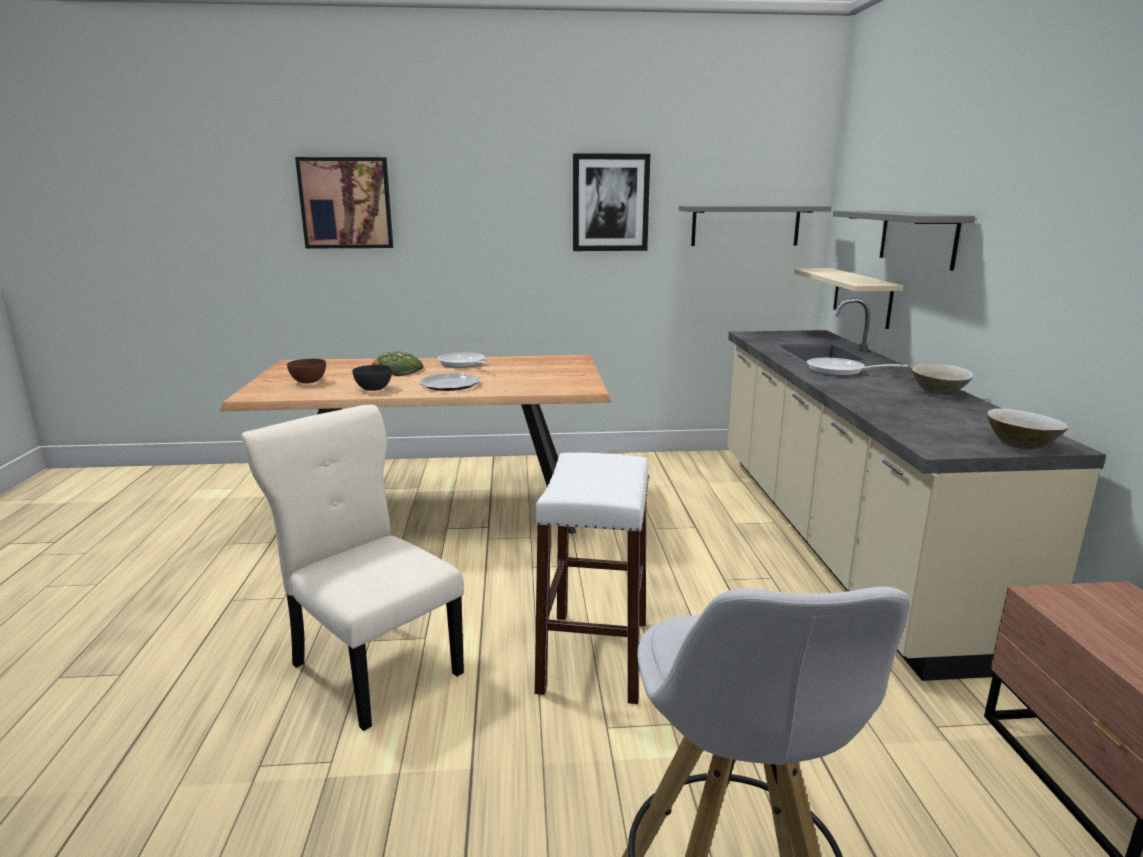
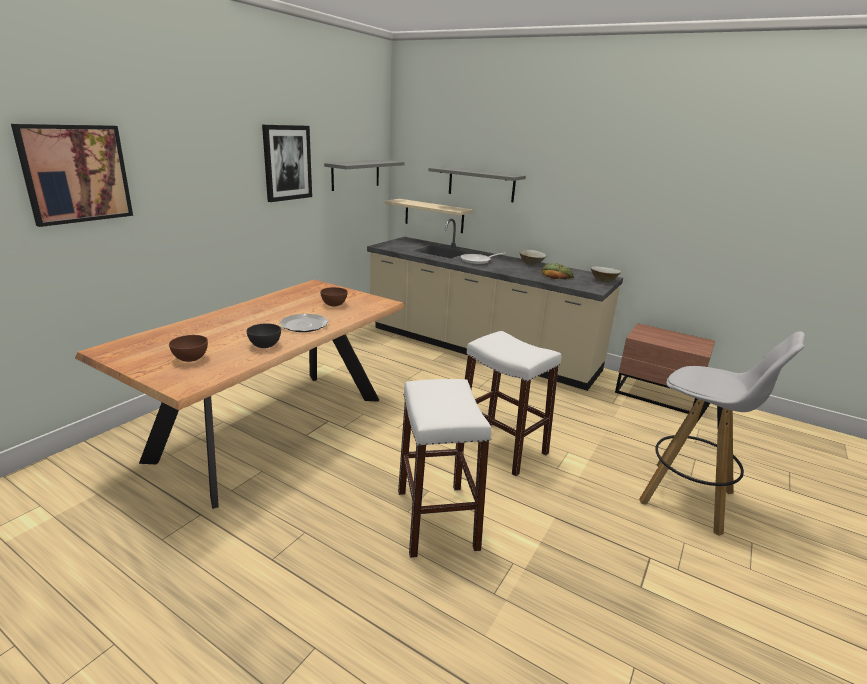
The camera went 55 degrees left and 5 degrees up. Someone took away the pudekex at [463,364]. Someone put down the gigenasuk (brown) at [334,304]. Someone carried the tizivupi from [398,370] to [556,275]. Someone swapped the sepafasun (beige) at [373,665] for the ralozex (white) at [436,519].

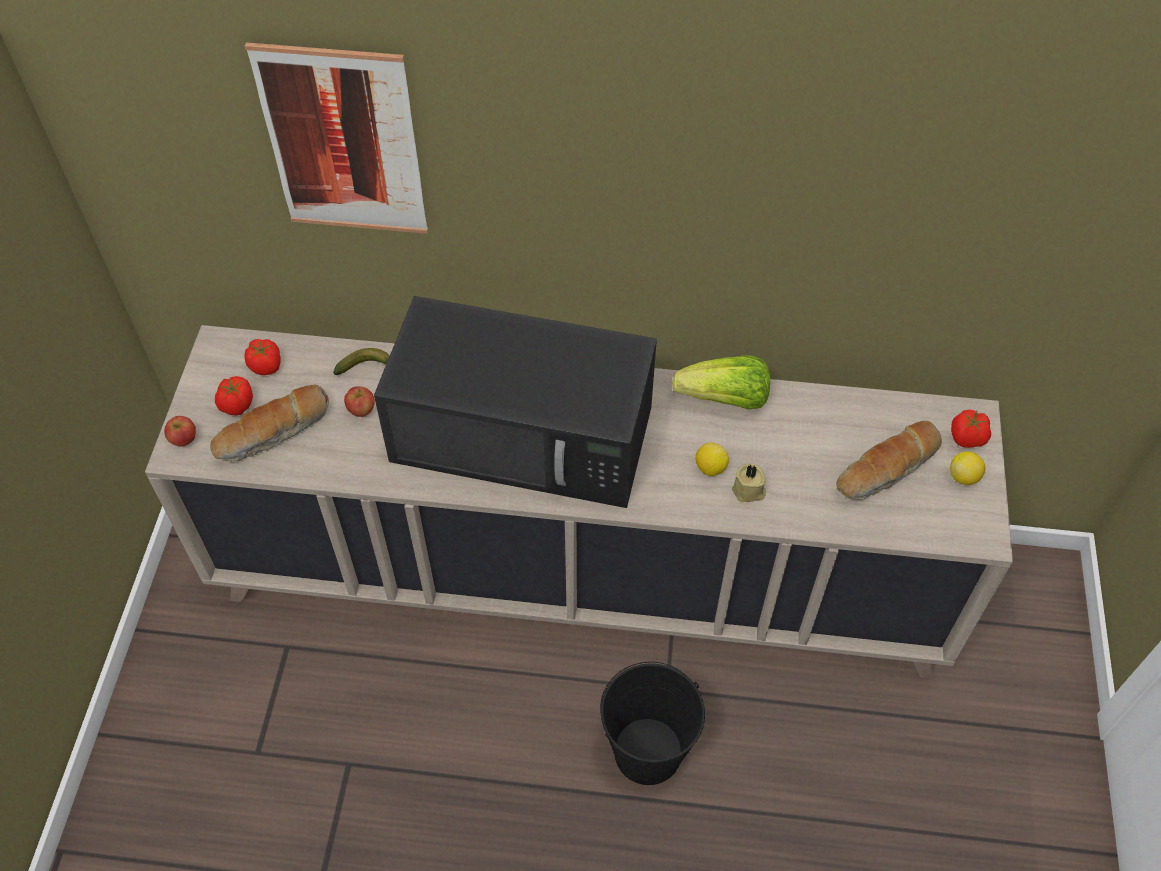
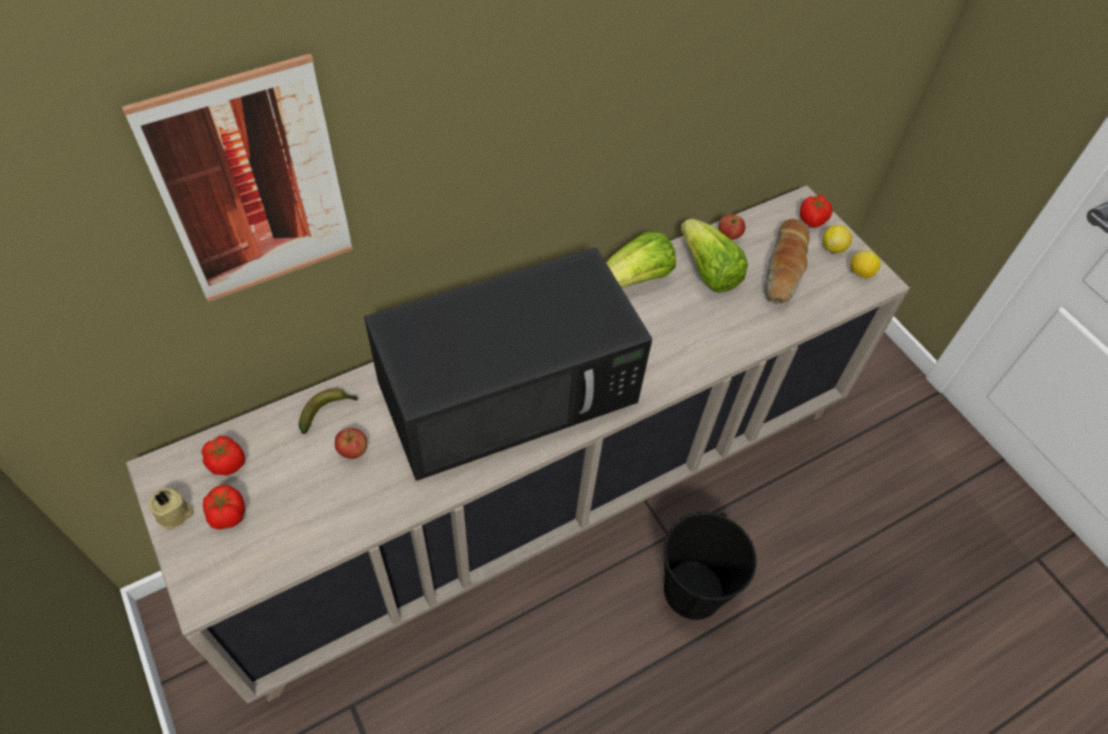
The camera went 40 degrees left and 0 degrees up. Someone took away the tizivupi at [274,433]. Someone put down the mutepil at [708,271]. Someone carried the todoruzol from [184,439] to [729,235]. Someone carried the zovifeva from [710,468] to [860,273]. Someone carried the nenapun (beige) from [749,491] to [175,514].

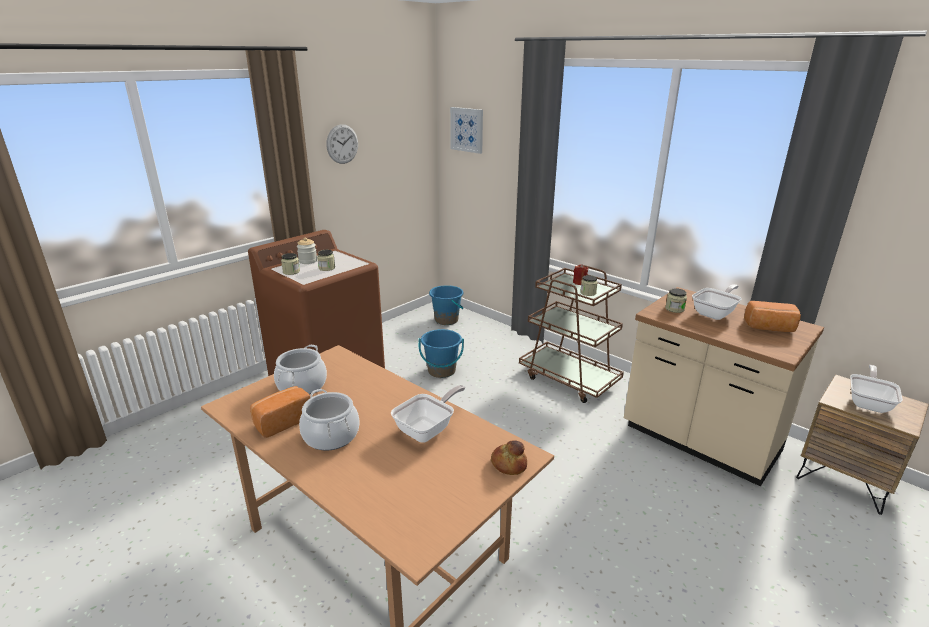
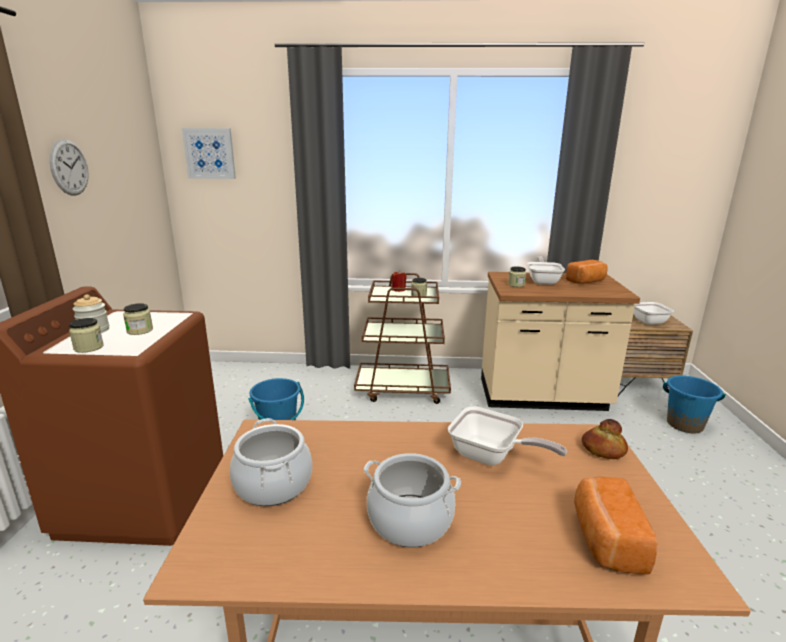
The camera went 40 degrees left and 5 degrees down. Someone carried the tizivupi from [282,421] to [605,540]. Someone carried the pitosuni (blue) from [446,320] to [684,424]. Someone rotated the pudekex at [428,429] by 120 degrees clockwise.

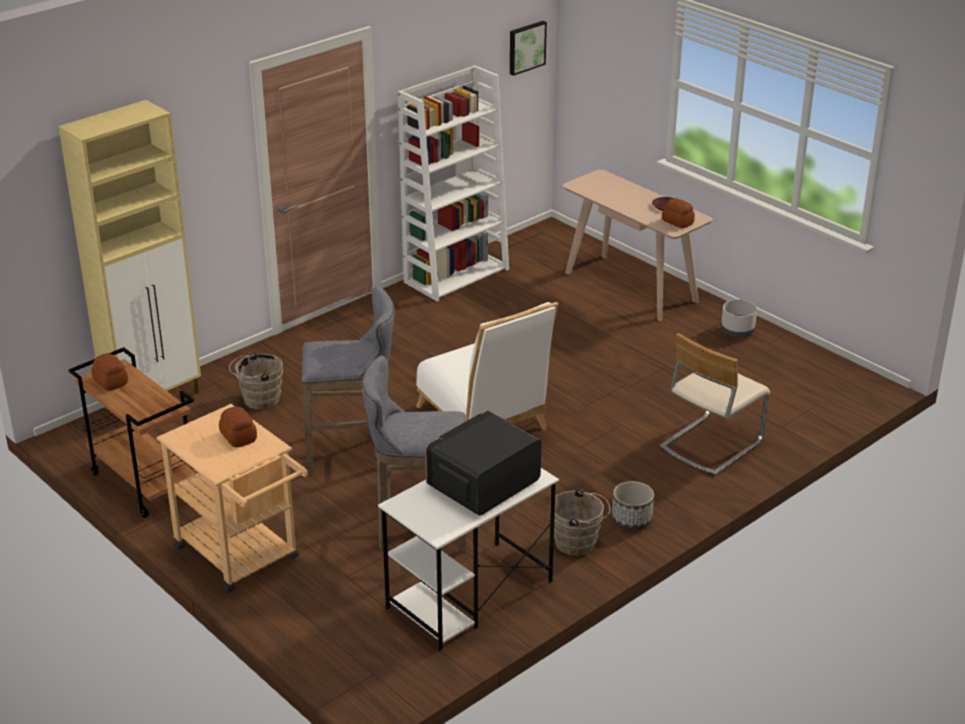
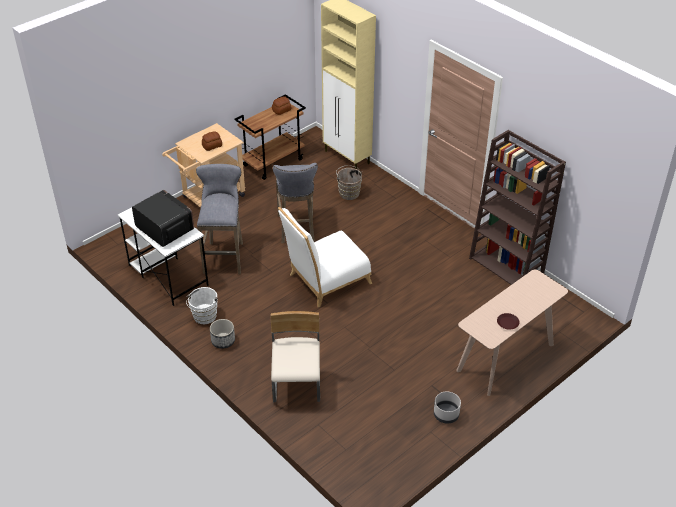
The camera went 90 degrees right and 10 degrees up. Someone took away the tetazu at [526,47]. Someone took away the tizivupi at [677,222]. Someone repainted the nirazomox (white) at [456,275], which became the nirazomox (brown) at [507,267]. Someone repainted the pitosuni (brown) at [578,543], which became the pitosuni (white) at [204,317]. Someone rotated the sepafasun (beige) at [710,445] by 45 degrees clockwise.

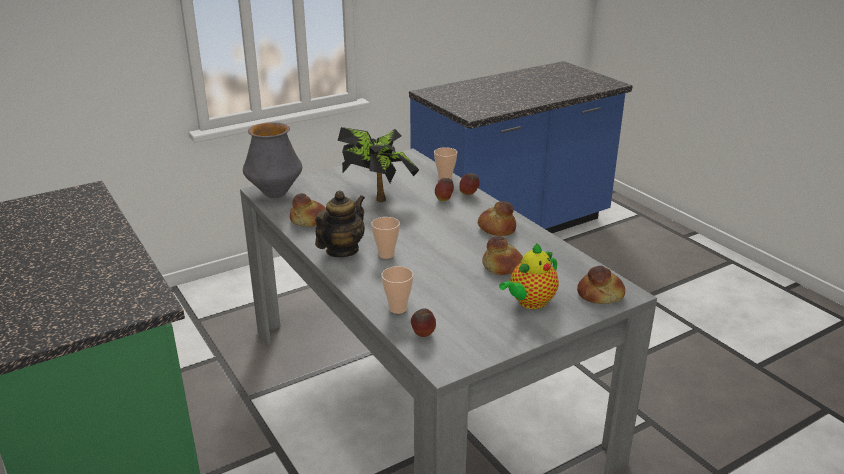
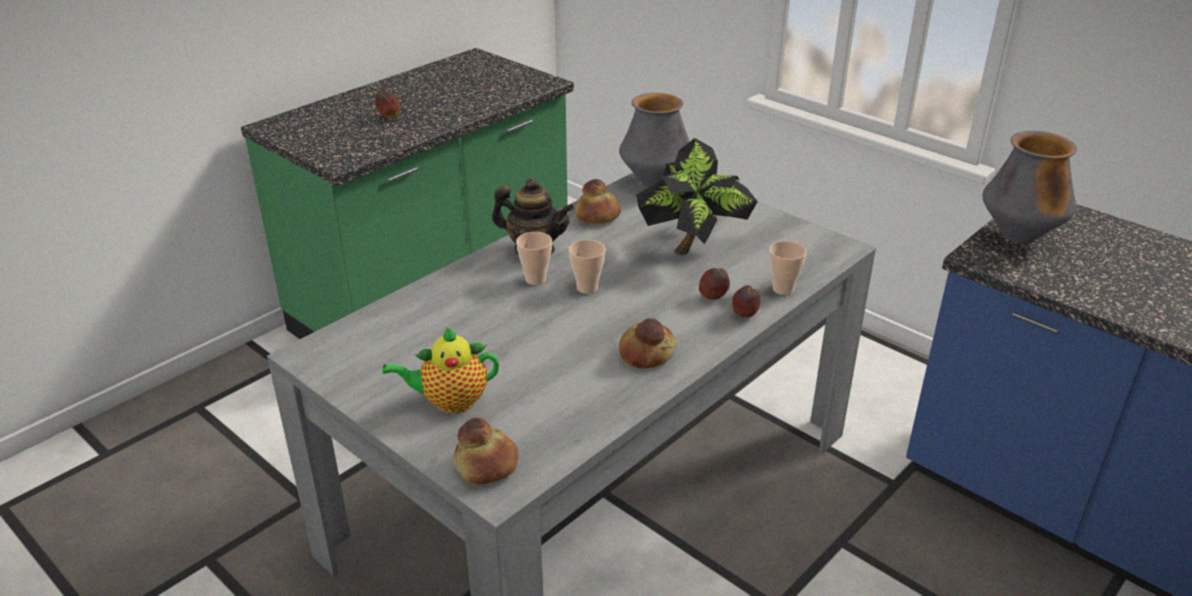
The camera went 75 degrees right and 5 degrees up. Someone took away the tizivupi at [502,267]. Someone put down the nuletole at [1018,237]. Someone carried the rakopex from [398,308] to [587,288]. Someone carried the todoruzol from [423,335] to [389,117]. Someone rotated the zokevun at [530,302] by 45 degrees counterclockwise.

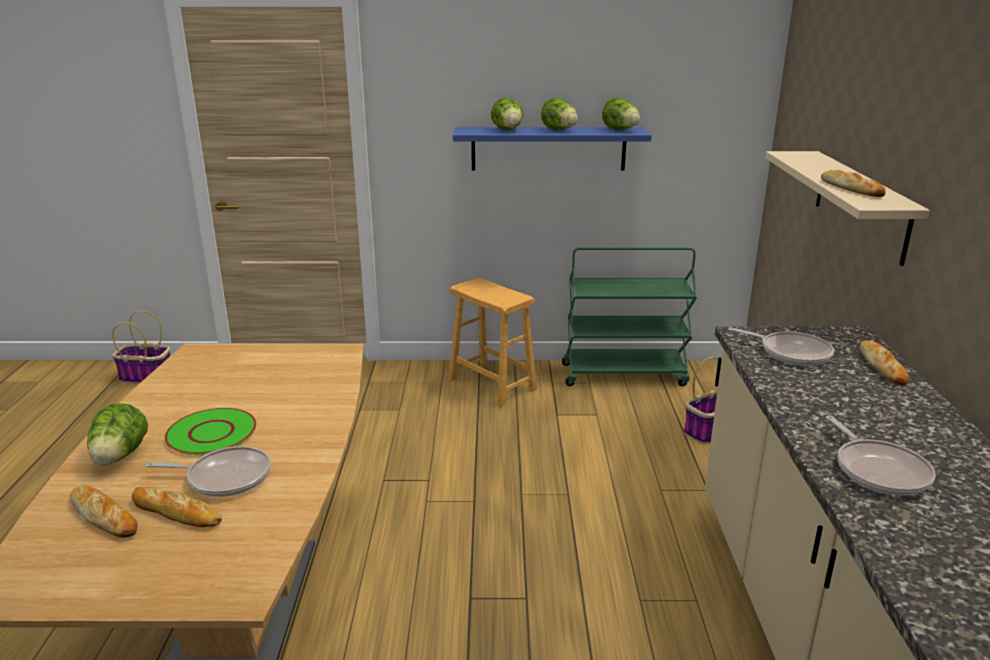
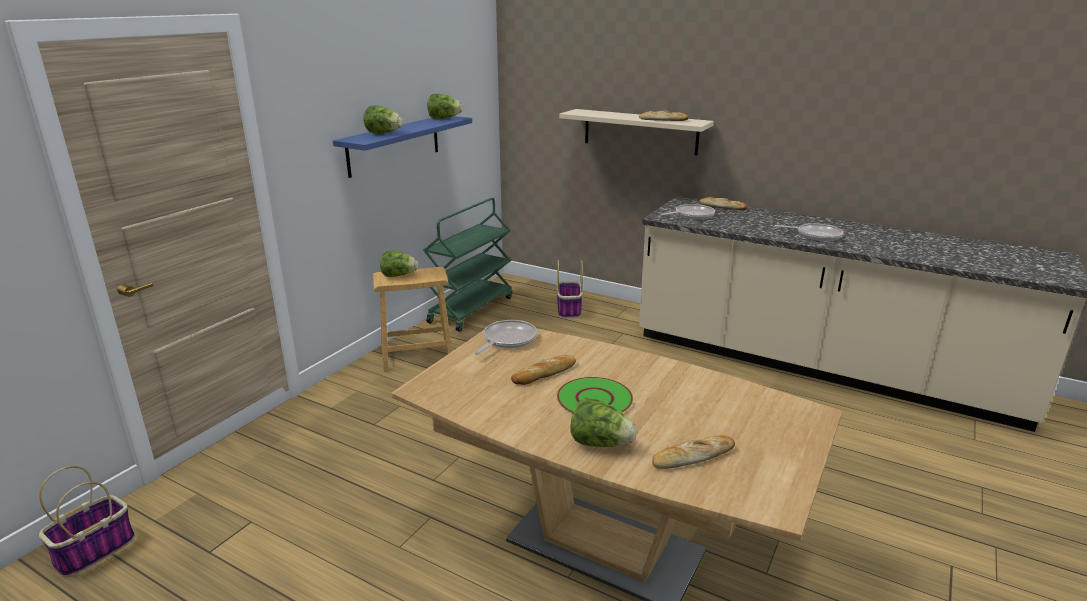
The camera went 60 degrees left and 0 degrees up. Someone carried the tizivupi from [176,512] to [545,373]. Someone carried the pudekex from [224,477] to [507,340]. Someone carried the mutepil from [560,130] to [398,275].

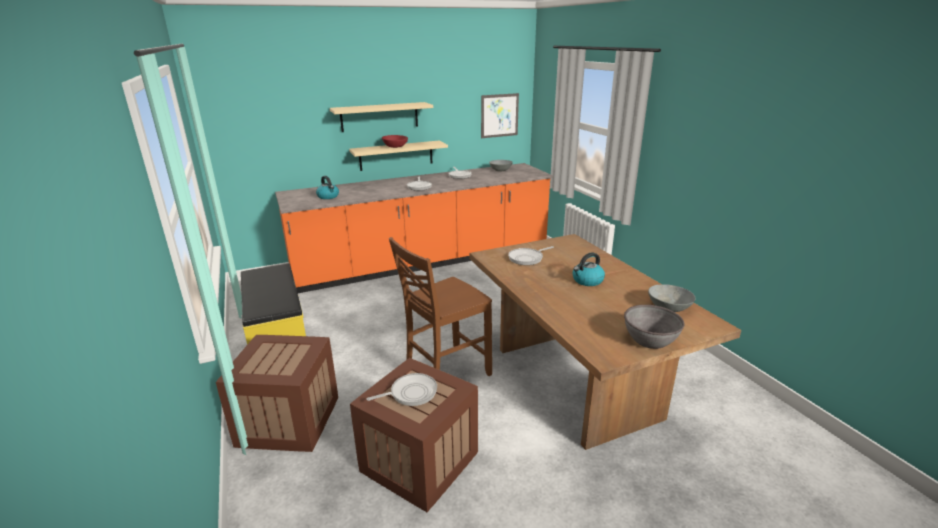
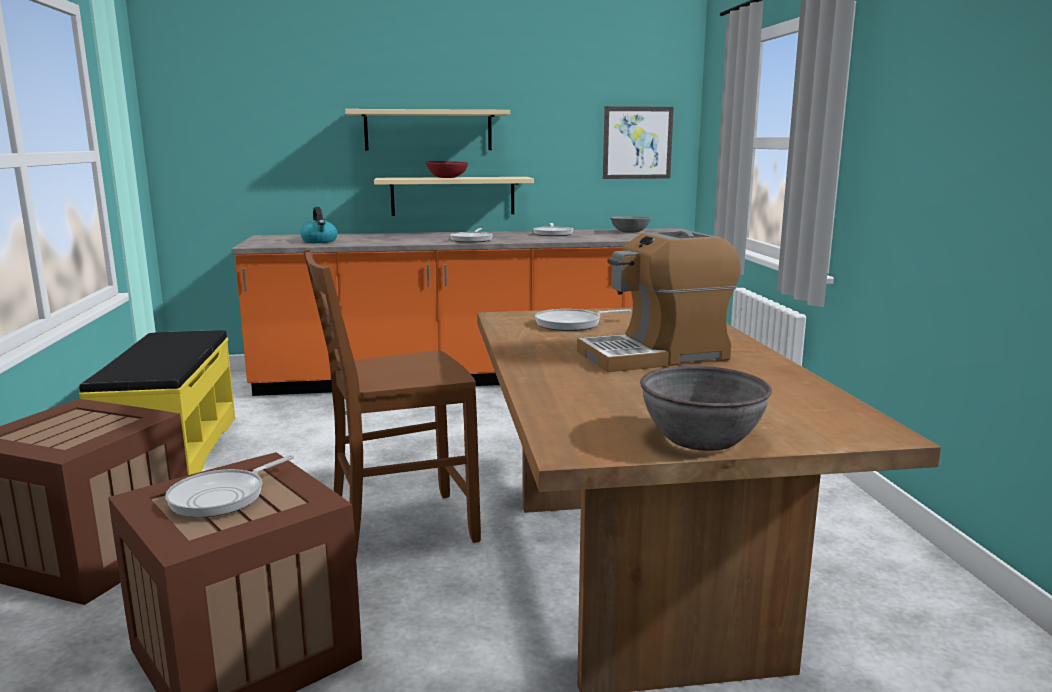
The camera went 15 degrees right and 10 degrees down. Someone took away the gigenasuk (grey) at [669,308]. Someone swapped the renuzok at [587,281] for the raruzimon at [655,355]. Someone rotated the pudekex at [411,393] by 135 degrees clockwise.

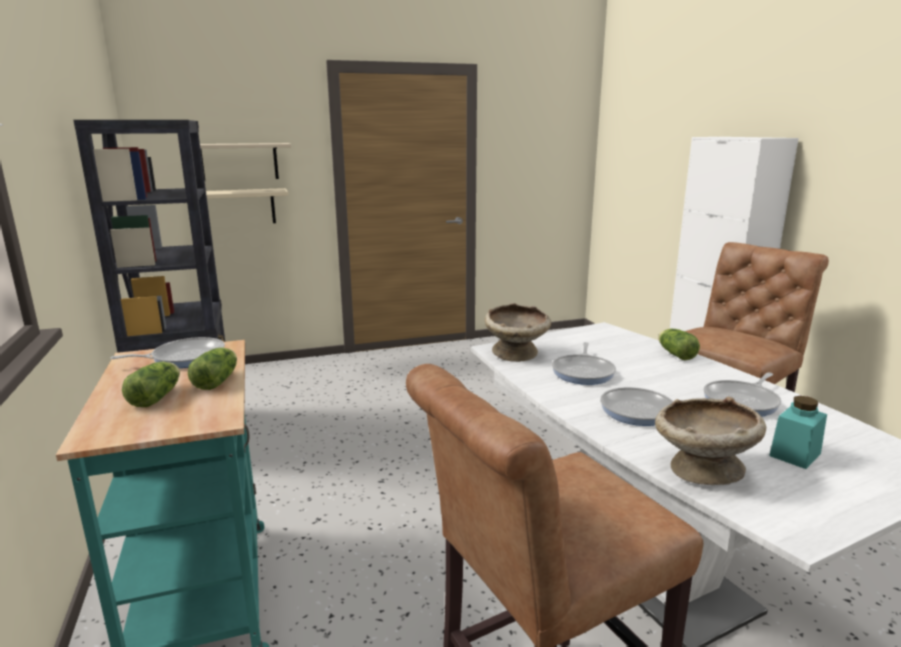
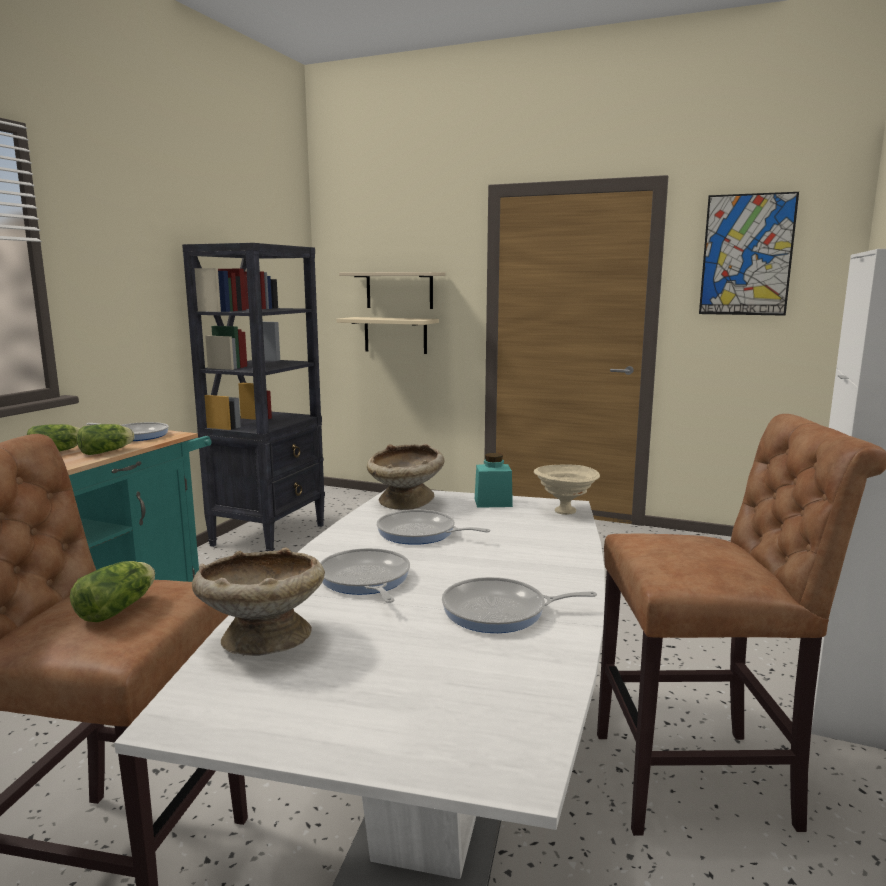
The camera went 40 degrees right and 5 degrees down. Someone put down the gigenasuk (beige) at [563,511]. Someone put up the tetazu at [746,255]. Someone carried the mutepil from [675,354] to [120,608]. Someone carried the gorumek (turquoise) from [795,454] to [493,502]. Someone rotated the pudekex at [583,372] by 60 degrees clockwise.

